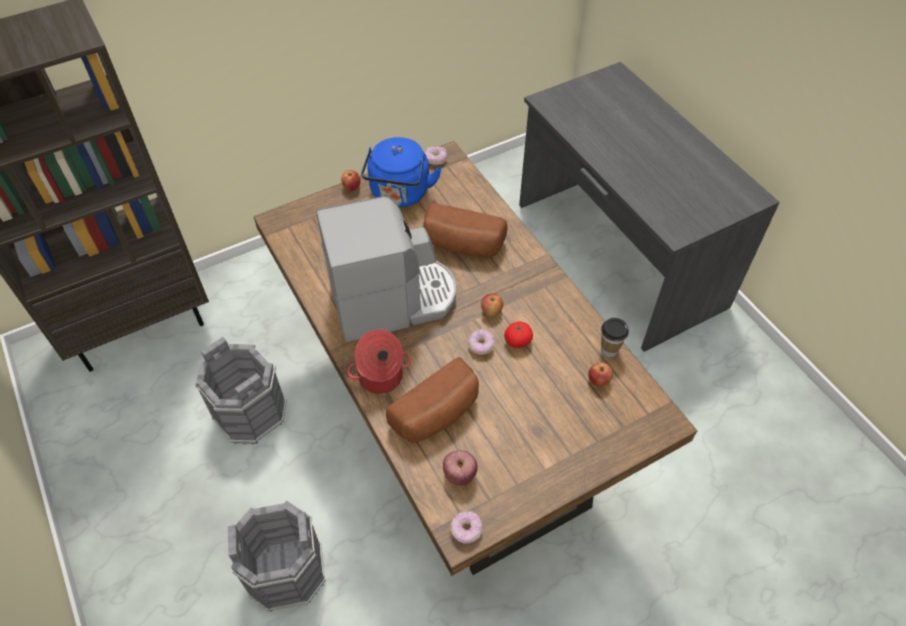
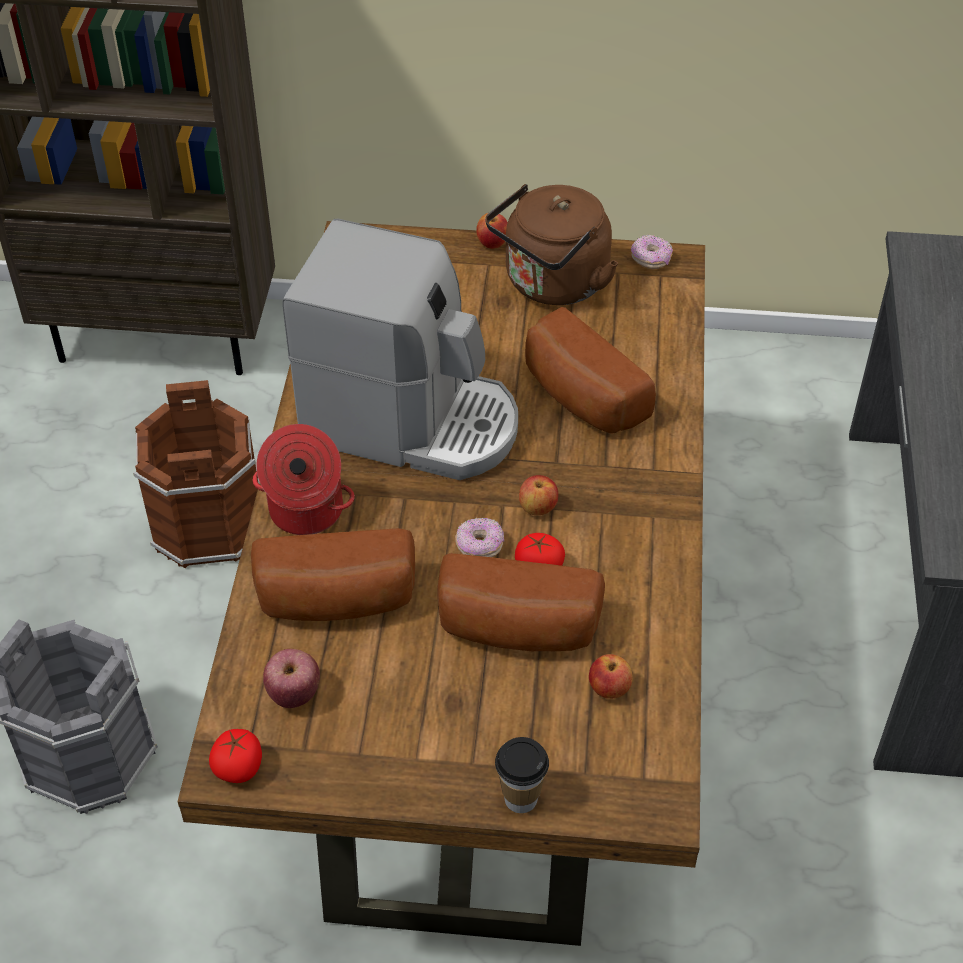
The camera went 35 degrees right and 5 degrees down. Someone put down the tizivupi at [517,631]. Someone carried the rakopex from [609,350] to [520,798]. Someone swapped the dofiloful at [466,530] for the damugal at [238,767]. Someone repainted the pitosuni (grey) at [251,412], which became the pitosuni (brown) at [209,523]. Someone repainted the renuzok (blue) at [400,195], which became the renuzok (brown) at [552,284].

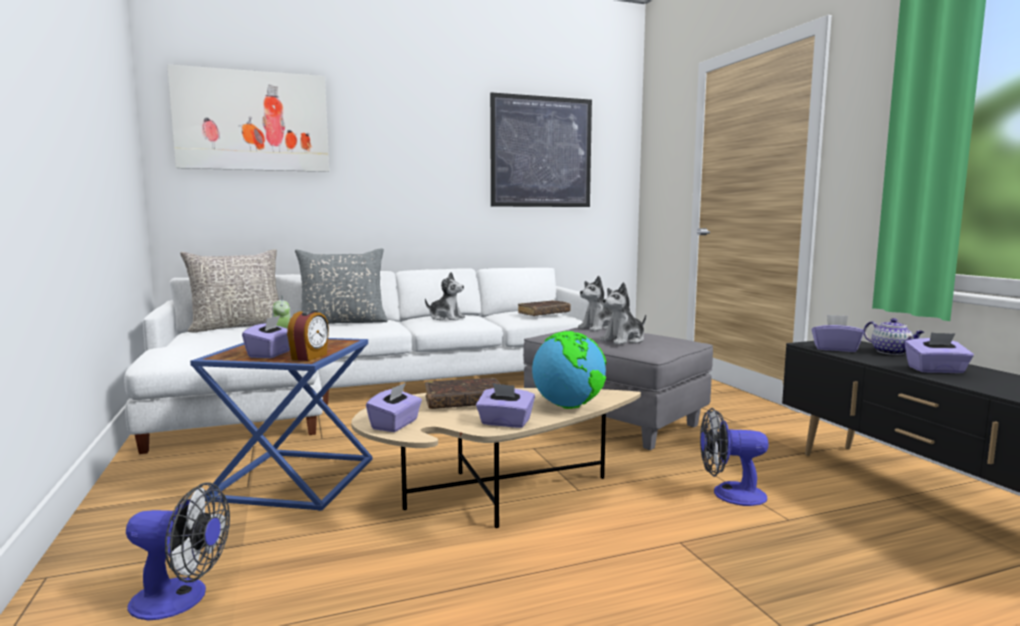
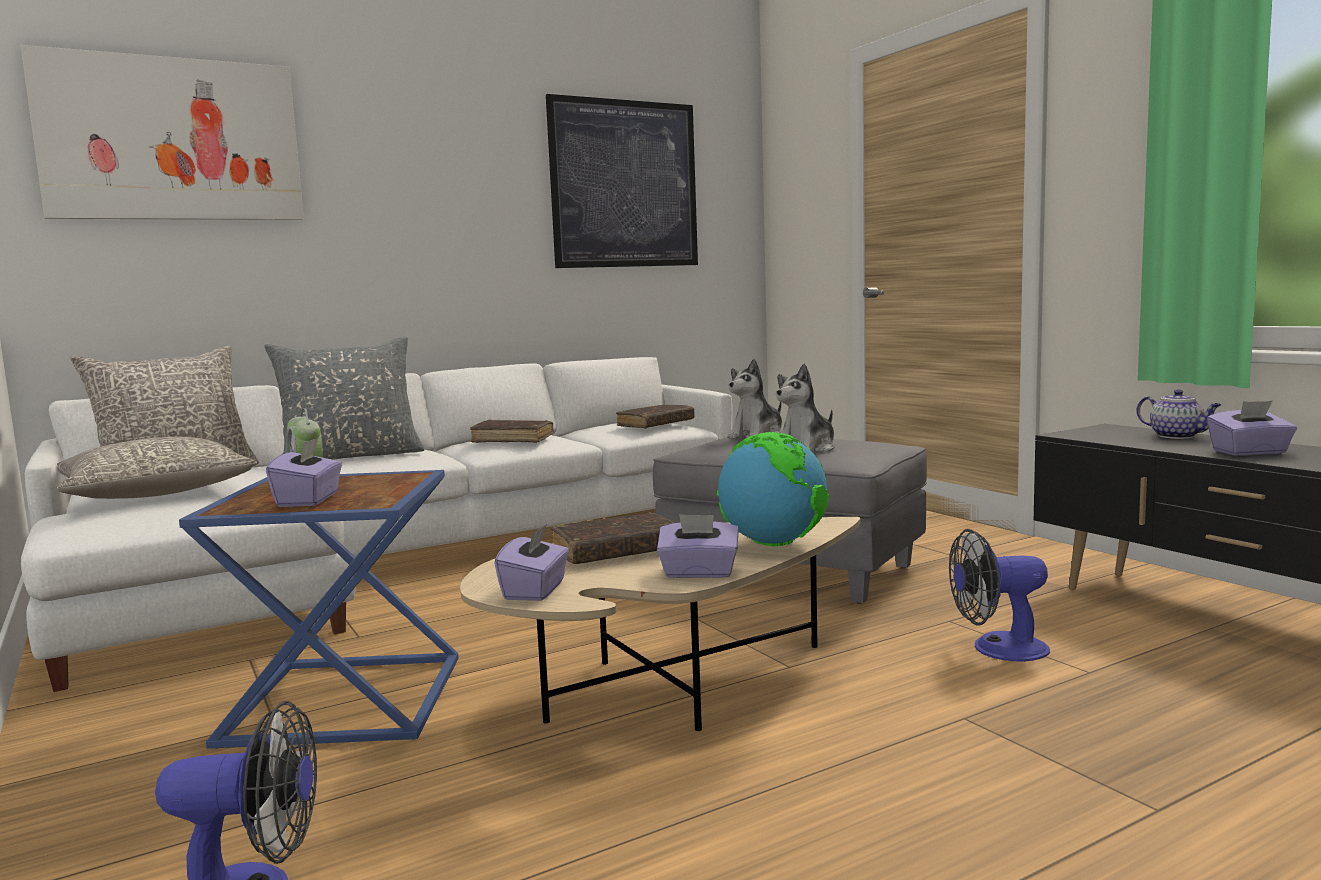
The camera went 10 degrees left and 0 degrees up. Someone took away the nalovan at [310,357]. Someone took away the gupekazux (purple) at [835,349]. Someone put down the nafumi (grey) at [157,492]. Someone swapped the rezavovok at [446,318] for the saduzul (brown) at [513,440].

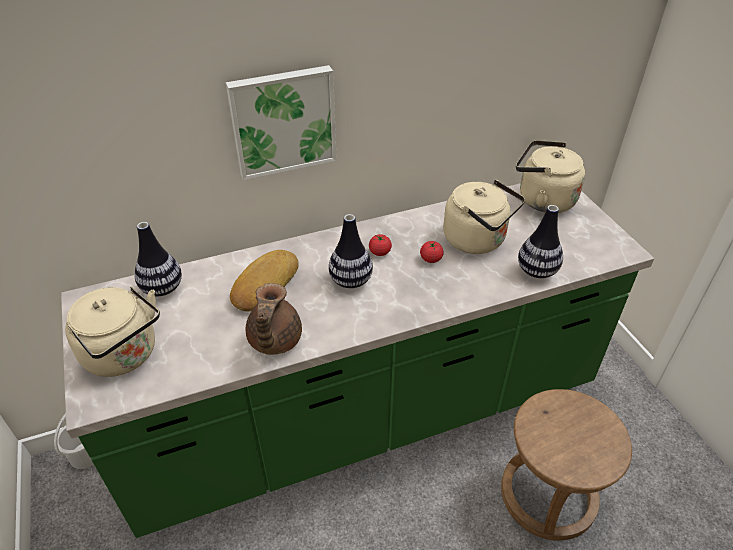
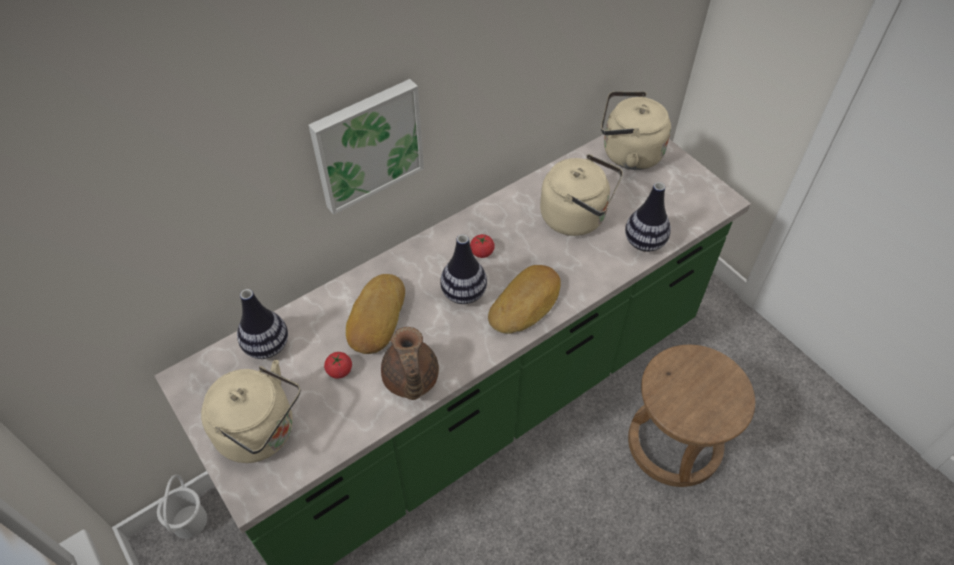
The camera went 15 degrees left and 10 degrees up. Someone put down the tizivupi at [526,304]. Someone carried the damugal from [431,259] to [339,370].

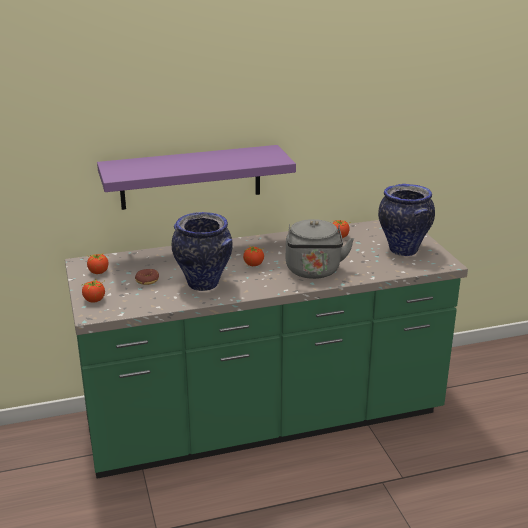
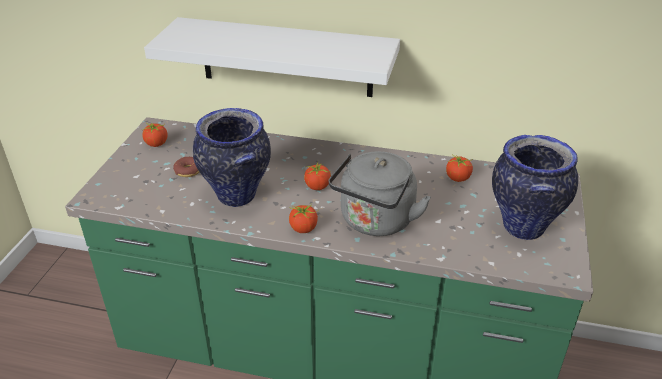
The camera went 30 degrees right and 10 degrees up. Someone carried the damugal from [94,300] to [304,228]. Someone repainted the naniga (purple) at [191,177], which became the naniga (white) at [286,57].

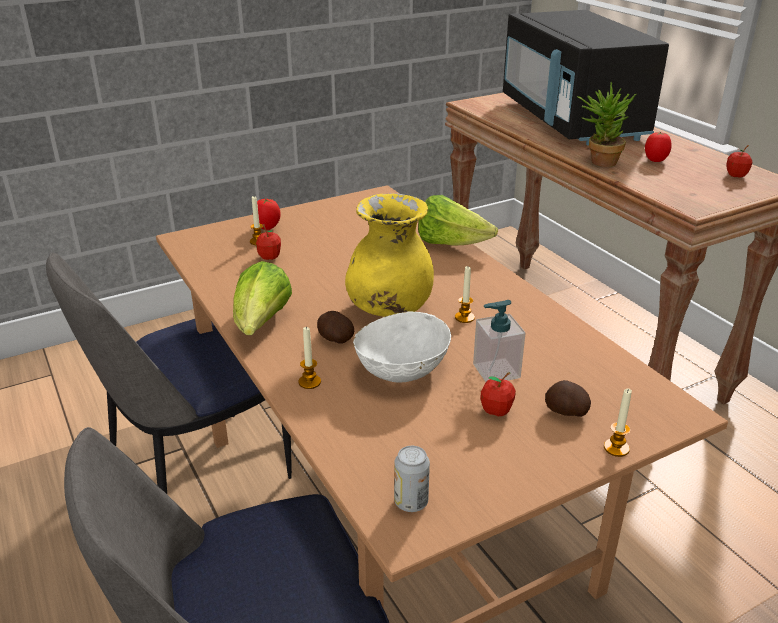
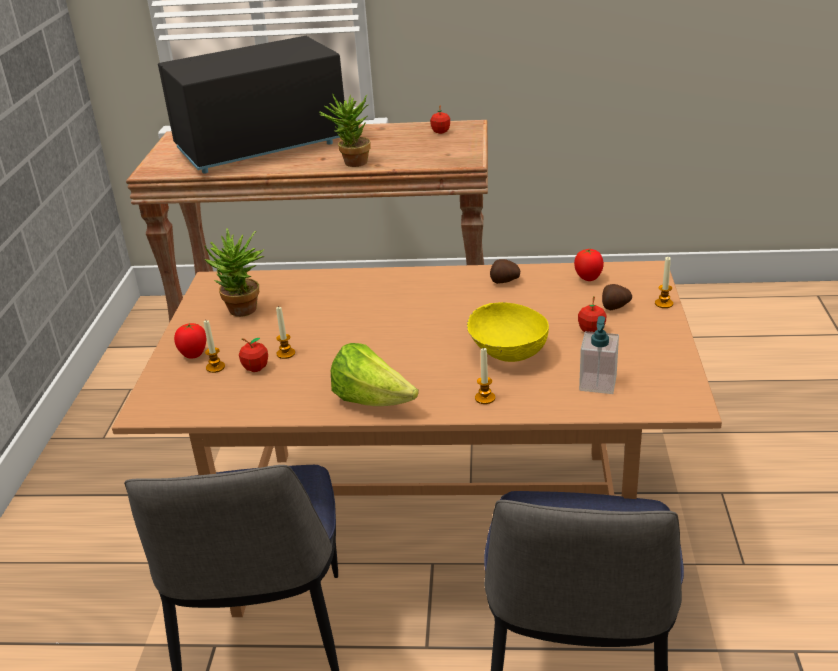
The camera went 55 degrees left and 0 degrees up. Someone took away the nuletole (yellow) at [389,309]. Someone took away the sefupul at [411,502]. Someone took away the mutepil at [451,244]. Someone put down the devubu at [243,312]. Someone carried the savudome from [335,339] to [504,281]. Someone carried the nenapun from [464,317] to [286,353]. Someone carried the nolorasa from [496,371] to [598,383]. Someone carried the damugal from [655,161] to [588,279]. Someone repainted the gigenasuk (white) at [402,369], which became the gigenasuk (yellow) at [507,352]. Someone rotated the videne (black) at [571,120] by 135 degrees clockwise.

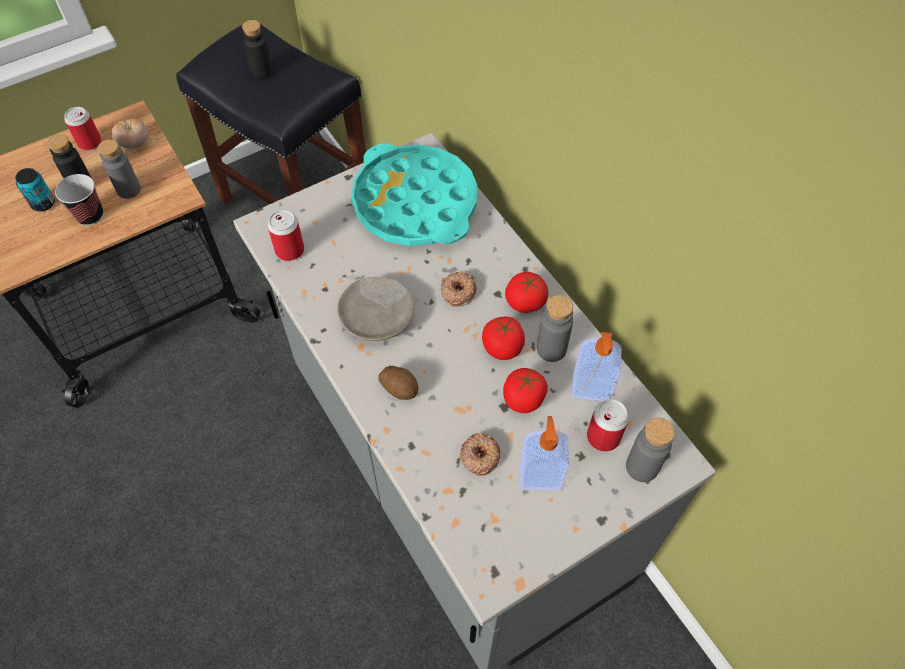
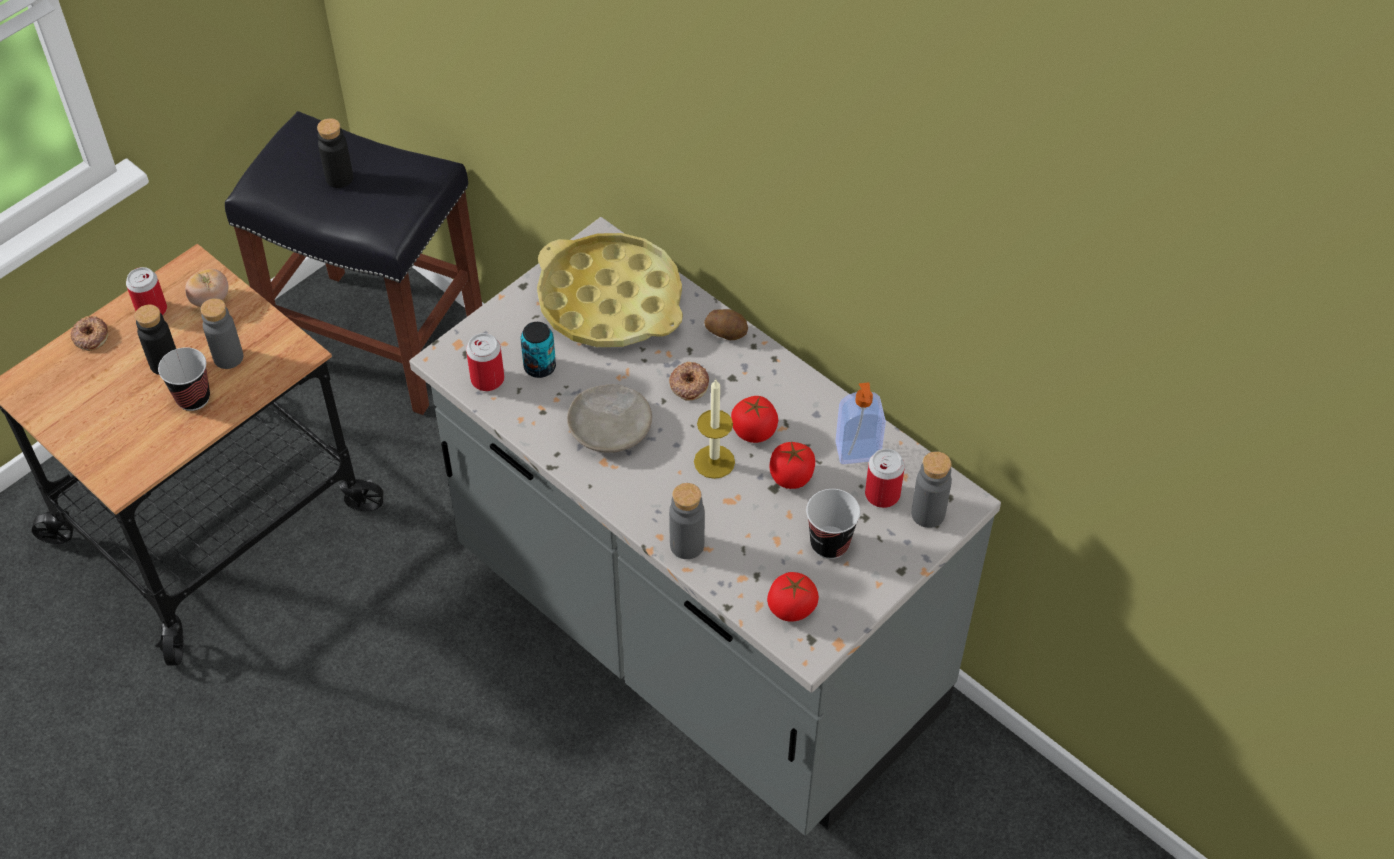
The camera went 15 degrees left and 5 degrees down. Someone put down the nenapun at [714,461]. Someone carried the sefupul from [43,203] to [540,367]. Someone carried the savudome from [400,388] to [726,332]. Someone carried the dofiloful from [479,456] to [90,336]. Someone carried the damugal from [525,302] to [791,608]. Someone carried the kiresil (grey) from [551,349] to [687,545]. Someone swapped the nolorasa at [540,475] for the rakopex at [829,544]. Someone repainted the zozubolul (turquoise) at [415,204], which became the zozubolul (yellow) at [610,300].

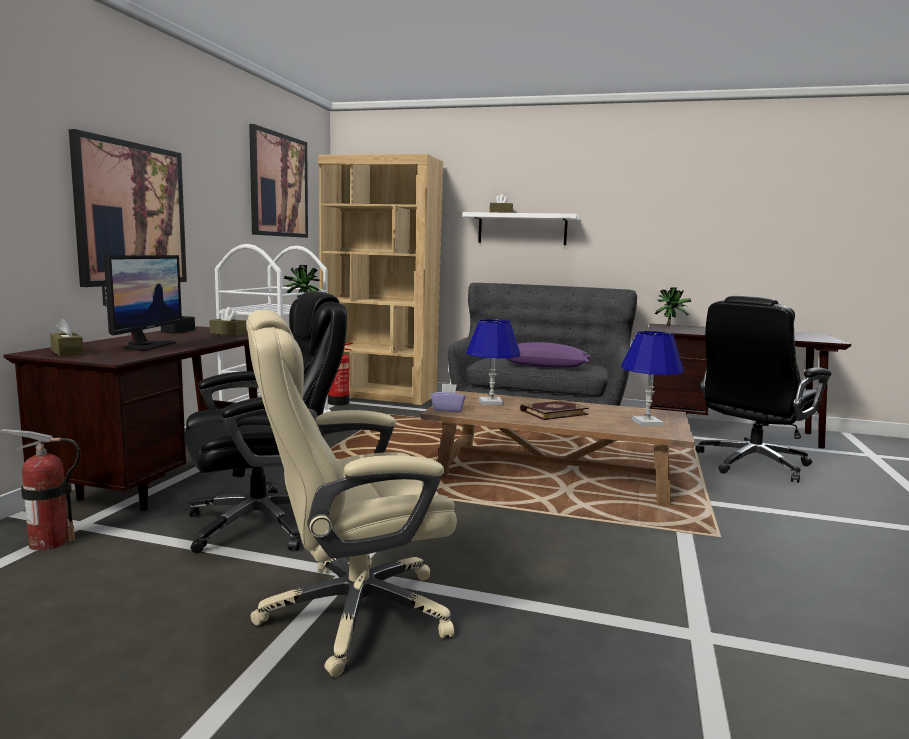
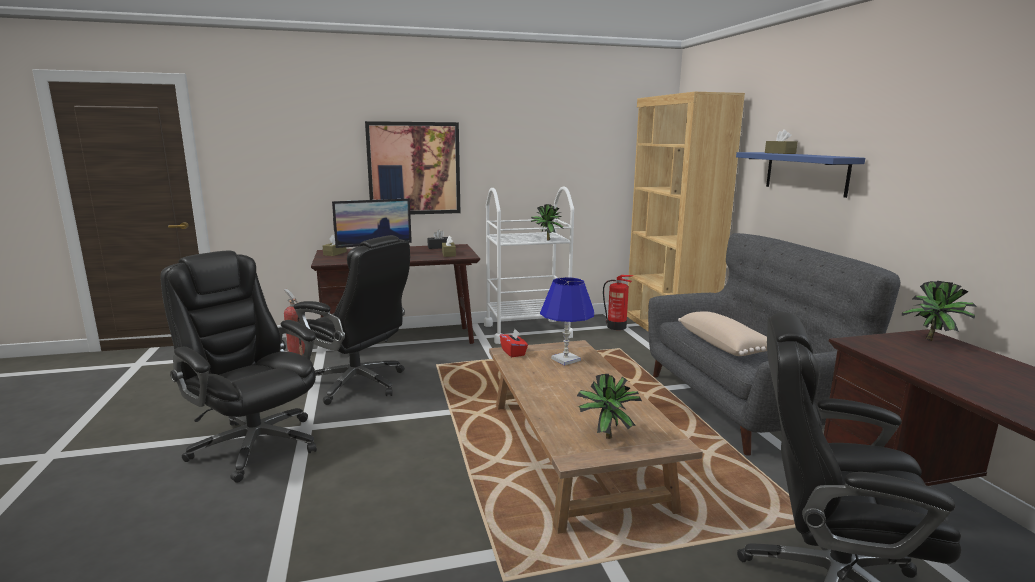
The camera went 60 degrees right and 5 degrees up. Someone took away the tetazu at [278,185]. Someone took away the saduzul at [553,412]. Someone swapped the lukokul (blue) at [647,422] for the devubu at [605,435]. Someone repainted the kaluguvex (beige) at [351,613], which became the kaluguvex (black) at [254,444]. Someone repainted the gupekazux (purple) at [448,409], which became the gupekazux (red) at [513,352]. Someone repainted the naniga (white) at [522,229], which became the naniga (blue) at [806,173]. Someone repainted the nafumi (purple) at [545,366], which became the nafumi (beige) at [724,345].

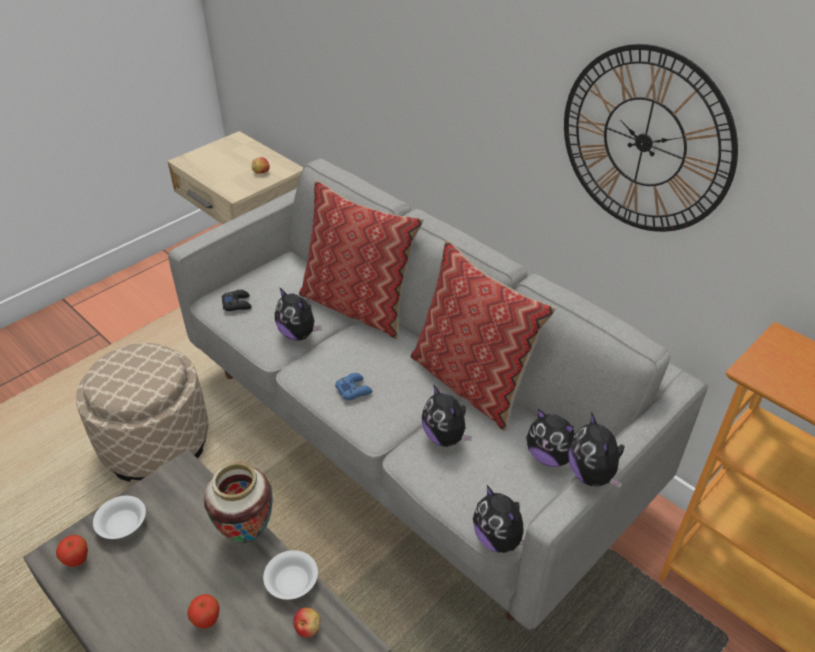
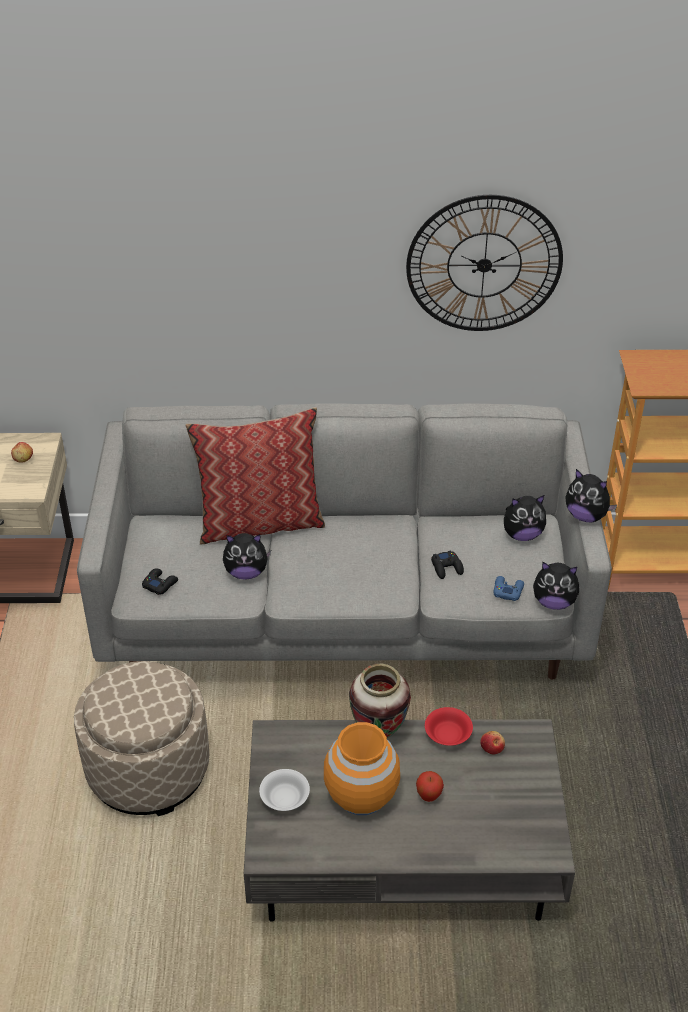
The camera went 45 degrees left and 0 degrees up. Someone took away the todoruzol at [77,560]. Someone took away the nafumi at [471,382]. Someone put down the nuletole (orange) at [361,795]. Someone carried the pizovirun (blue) from [354,389] to [507,591]. Someone swapped the rezavovok at [445,437] for the pizovirun (black) at [447,568]. Someone repainted the gigenasuk (white) at [292,583], which became the gigenasuk (red) at [448,734].

